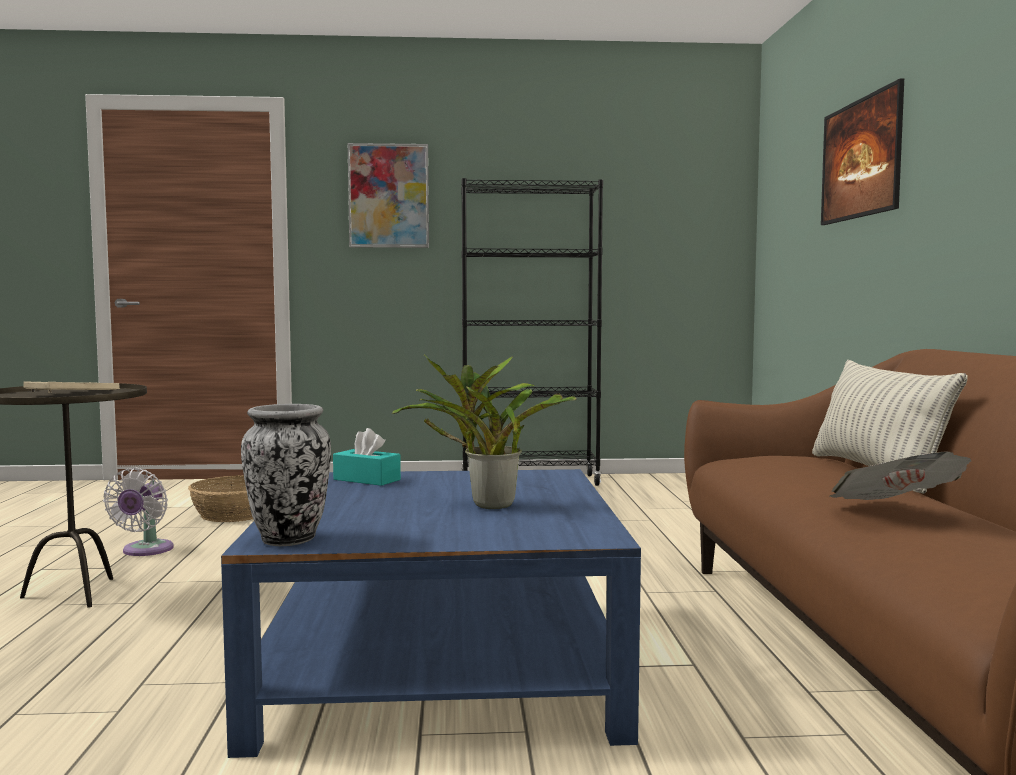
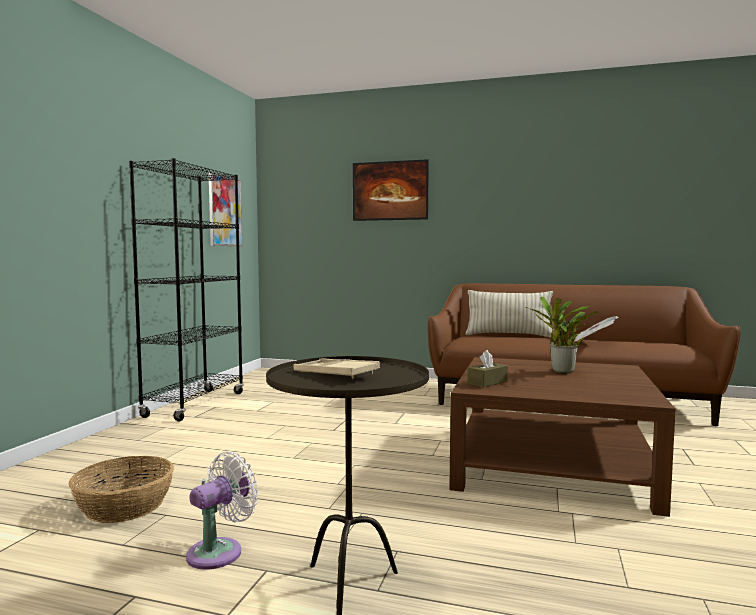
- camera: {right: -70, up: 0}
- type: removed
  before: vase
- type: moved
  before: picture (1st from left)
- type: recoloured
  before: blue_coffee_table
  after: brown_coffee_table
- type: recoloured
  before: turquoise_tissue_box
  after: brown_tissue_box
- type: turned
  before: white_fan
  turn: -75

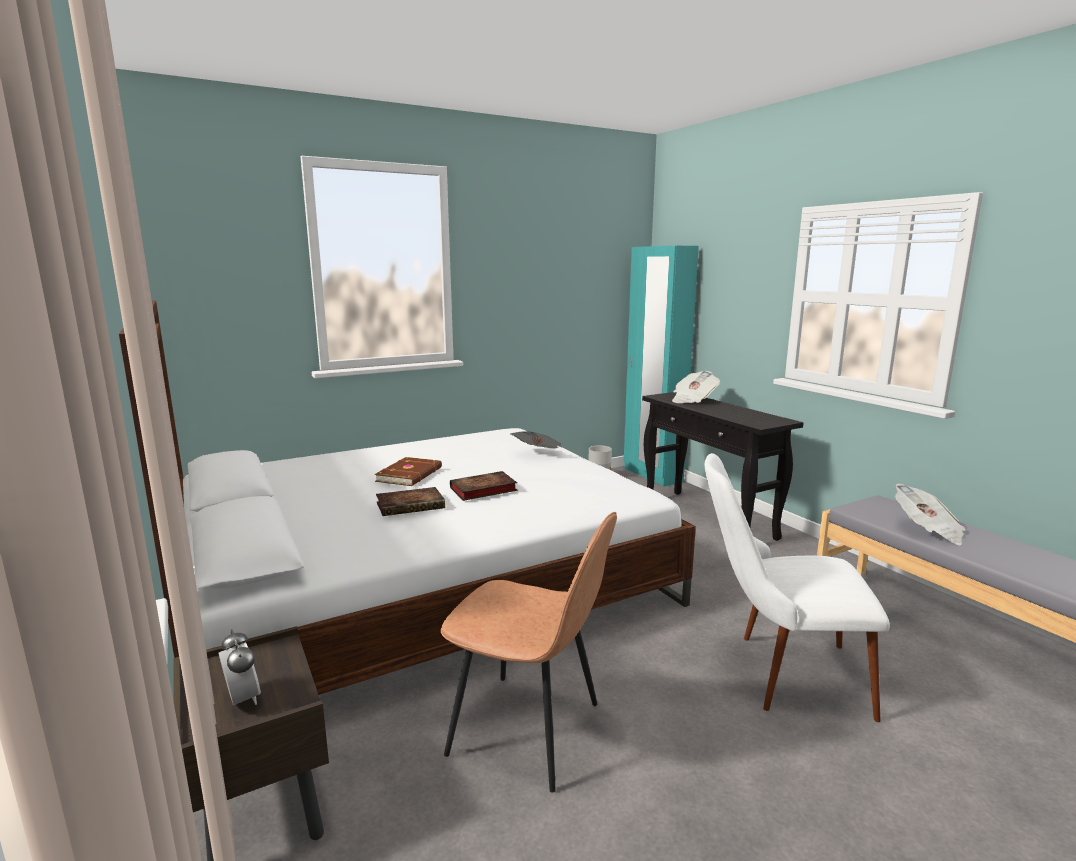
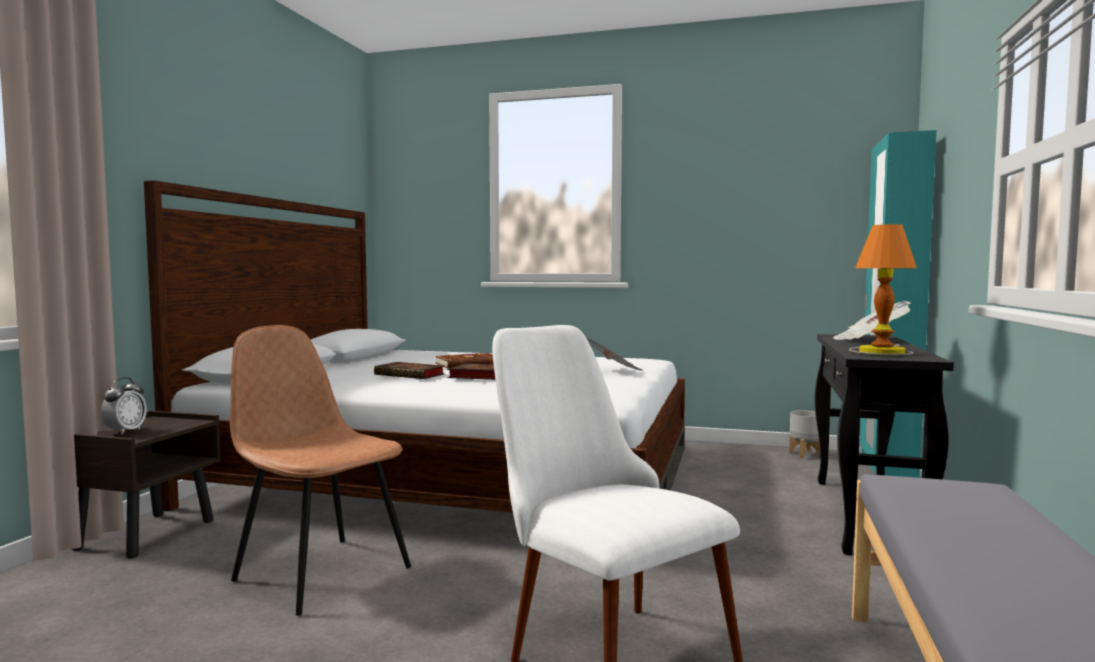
- camera: {right: 45, up: -10}
- type: removed
  before: newspaper (3rd from left)
- type: added
  after: table_lamp
- type: turned
  before: brown_chair
  turn: 150

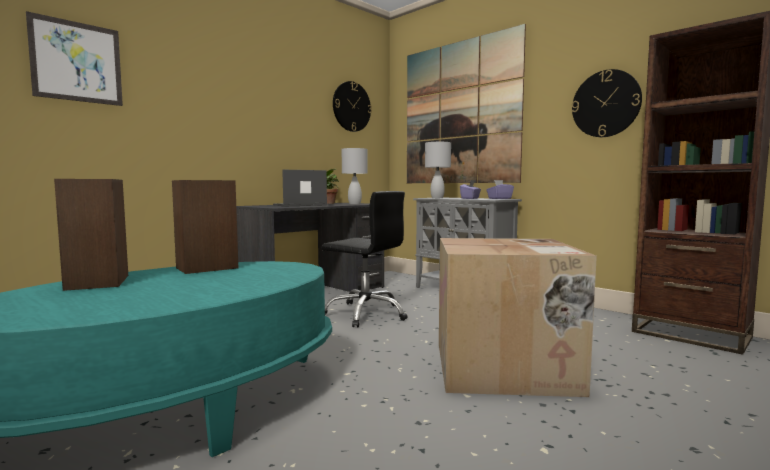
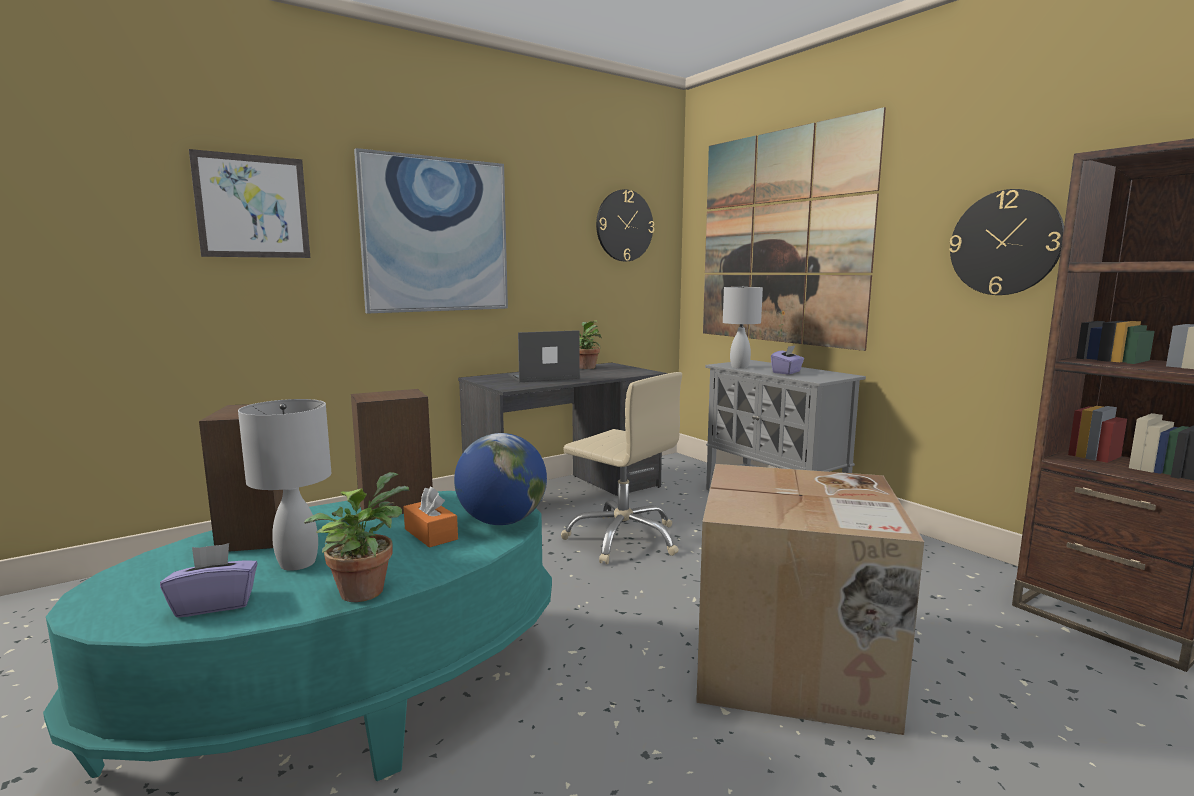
- camera: {right: 10, up: 5}
- type: added
  after: potted_plant (1st from left)
- type: added
  after: picture (2nd from left)
- type: added
  after: orange_tissue_box
- type: added
  after: globe
- type: moved
  before: white_table_lamp (1st from left)
- type: moved
  before: purple_tissue_box (2nd from left in the first image)
  after: purple_tissue_box (1st from left)
- type: recoloured
  before: black_office_chair
  after: beige_office_chair

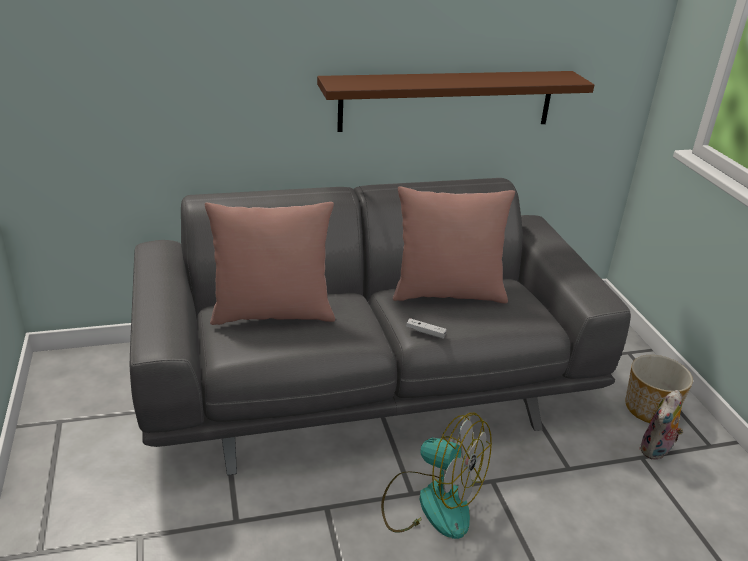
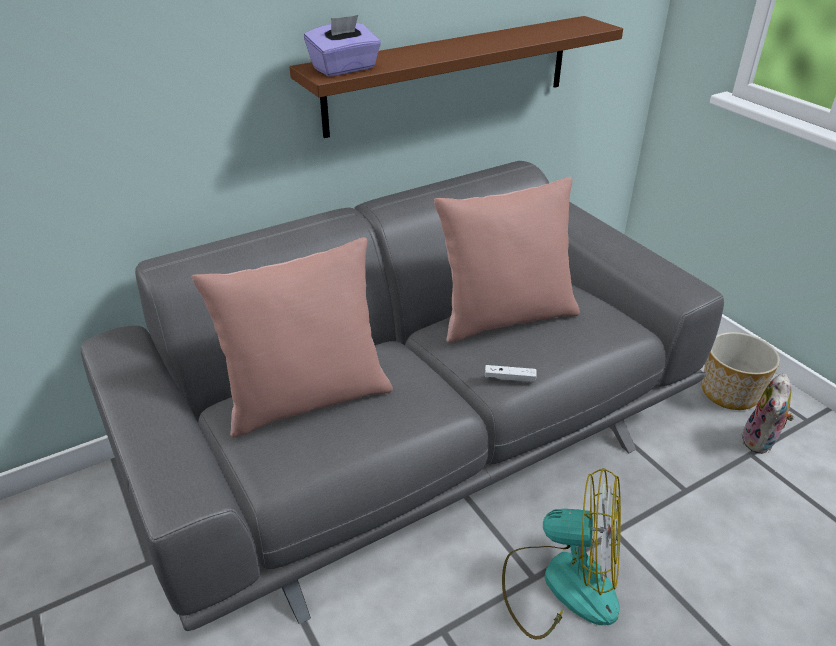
- camera: {right: -15, up: 5}
- type: added
  after: purple_tissue_box

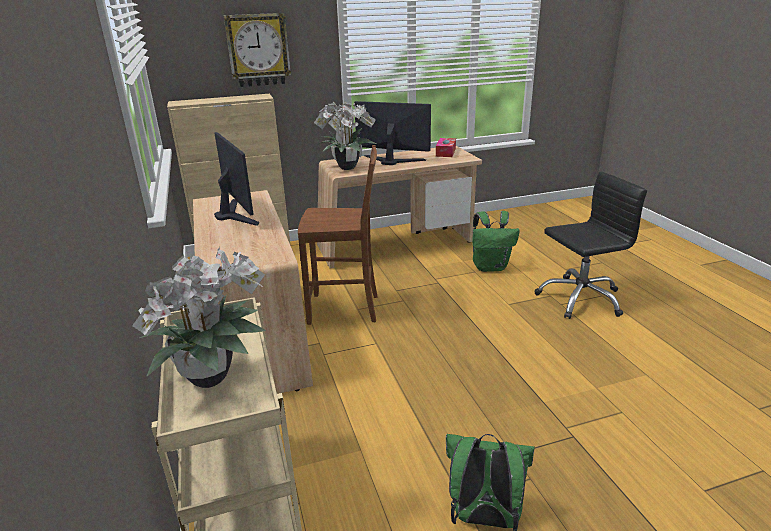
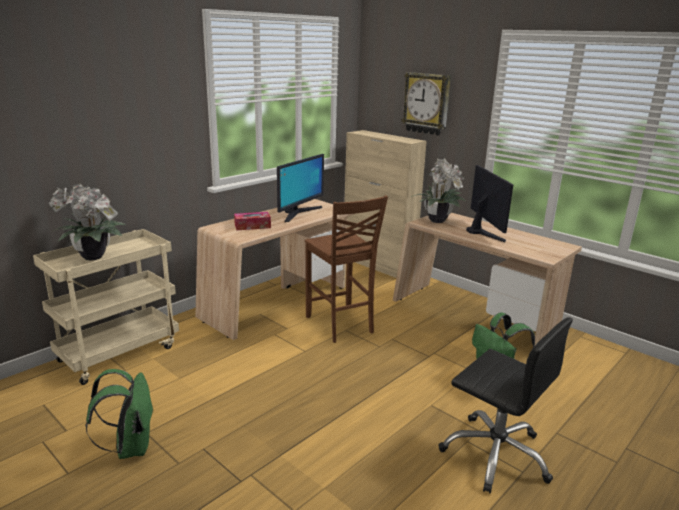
- camera: {right: 60, up: -5}
- type: moved
  before: tissue_box

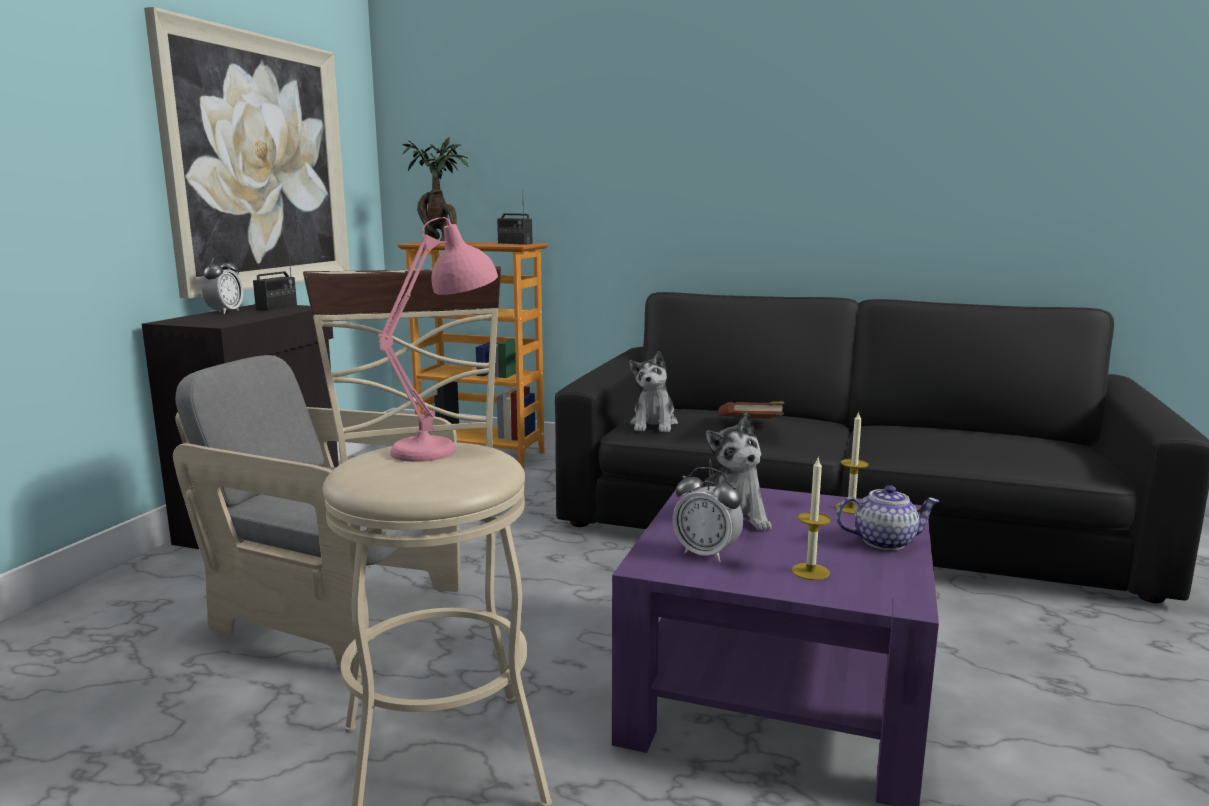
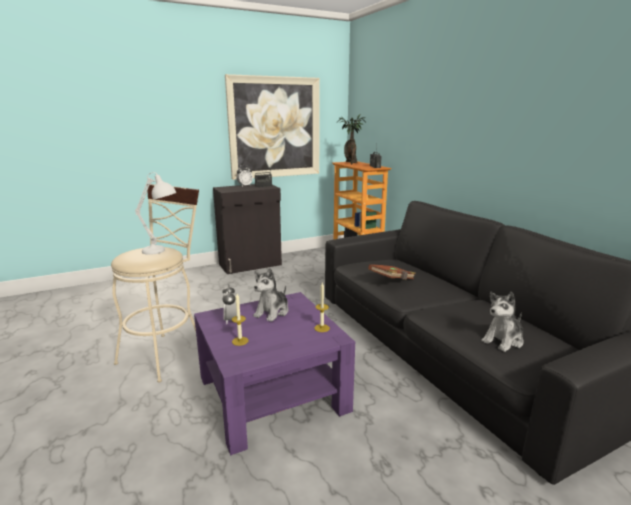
- camera: {right: 45, up: 5}
- type: removed
  before: grey_armchair
- type: removed
  before: teapot
- type: moved
  before: plush_toy (1st from left in the first image)
  after: plush_toy (2nd from left)
- type: recoloured
  before: pink_table_lamp
  after: white_table_lamp

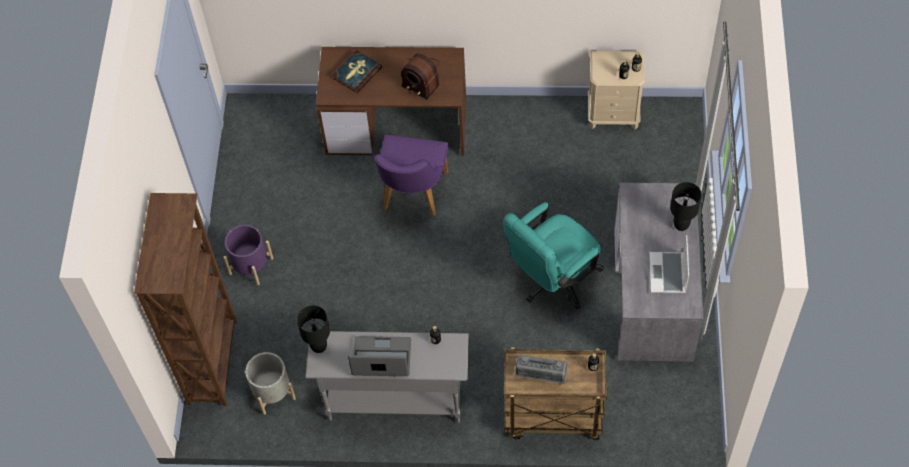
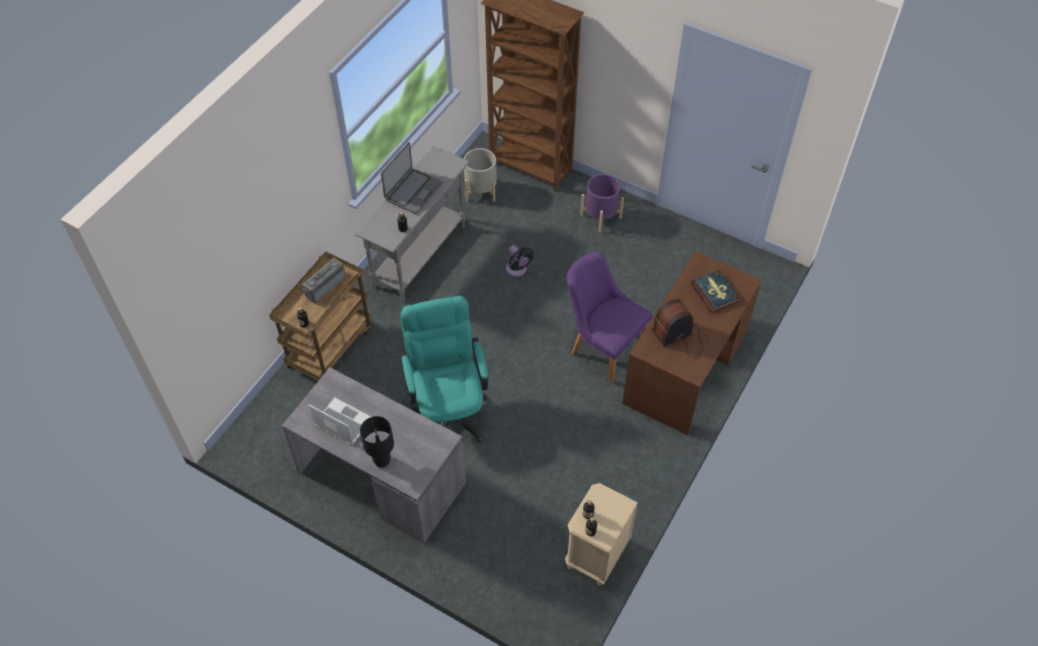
- camera: {right: 115, up: -5}
- type: removed
  before: black_table_lamp (1st from left)
- type: added
  after: black_fan

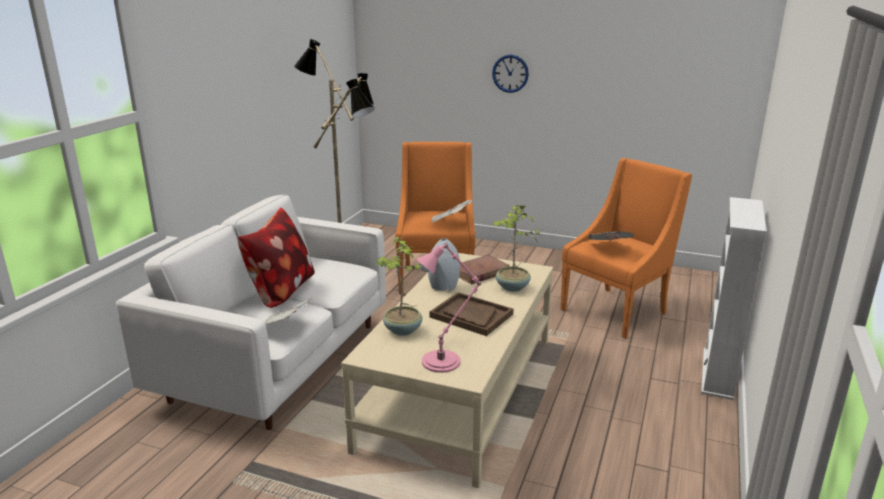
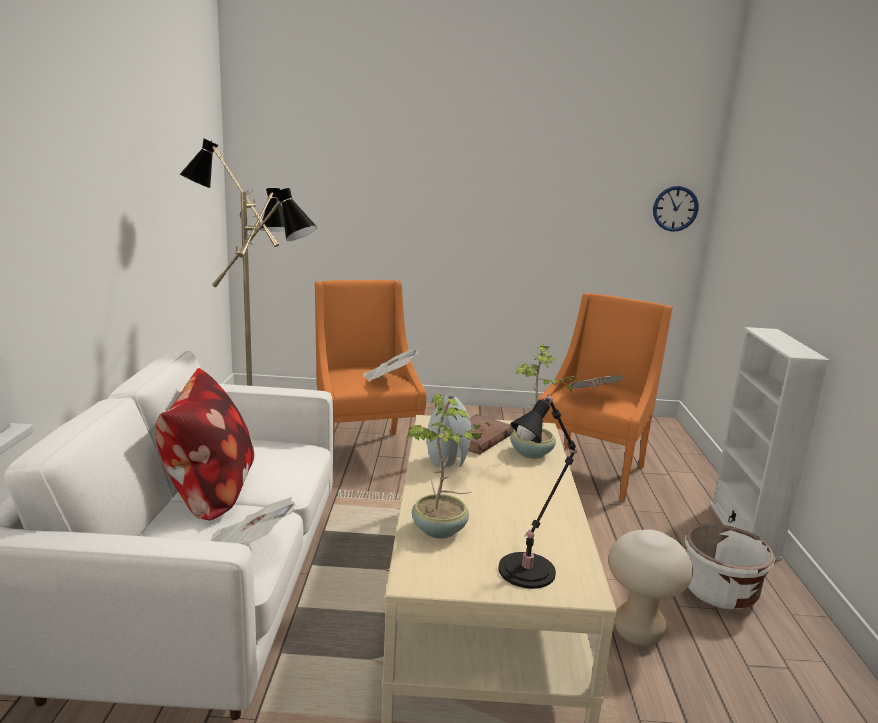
- camera: {right: -20, up: -5}
- type: removed
  before: brown_tray
- type: added
  after: beige_stool
- type: added
  after: white_planter
- type: moved
  before: wall_clock
- type: recoloured
  before: pink_table_lamp
  after: black_table_lamp

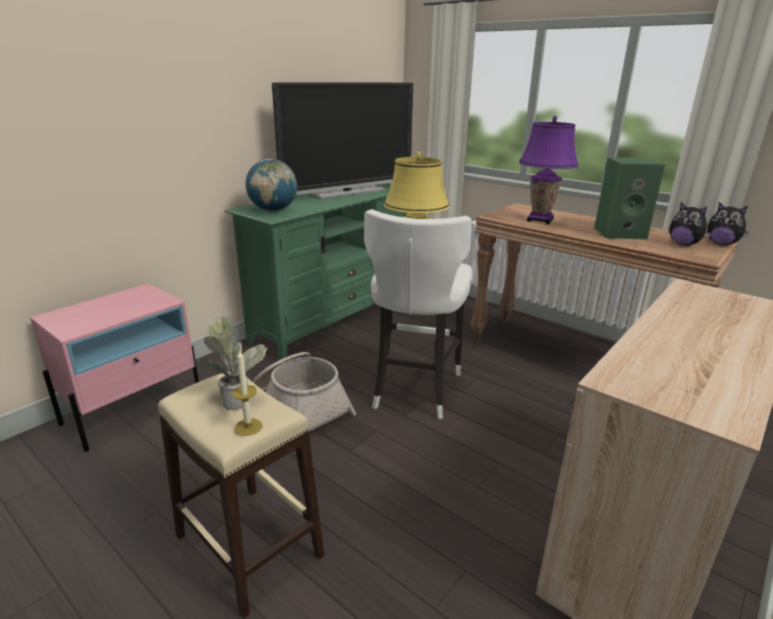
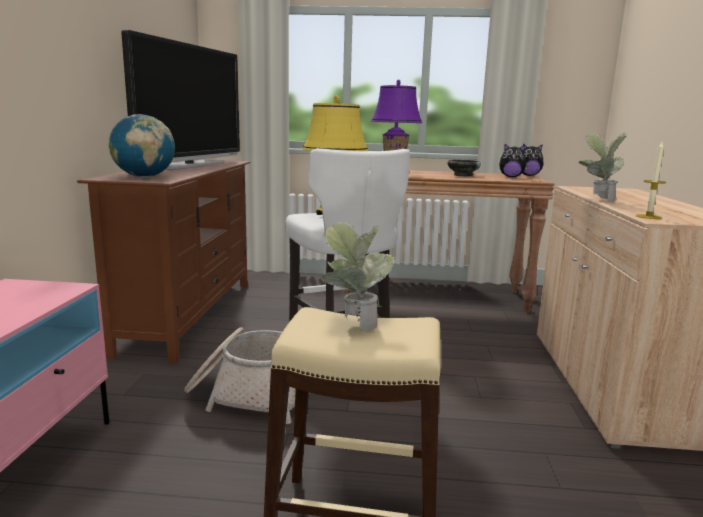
- camera: {right: -35, up: -10}
- type: added
  after: potted_plant (2nd from left)
- type: moved
  before: candle
- type: replaced
  before: green_speaker
  after: black_bowl
- type: recoloured
  before: green_tv_stand
  after: brown_tv_stand

